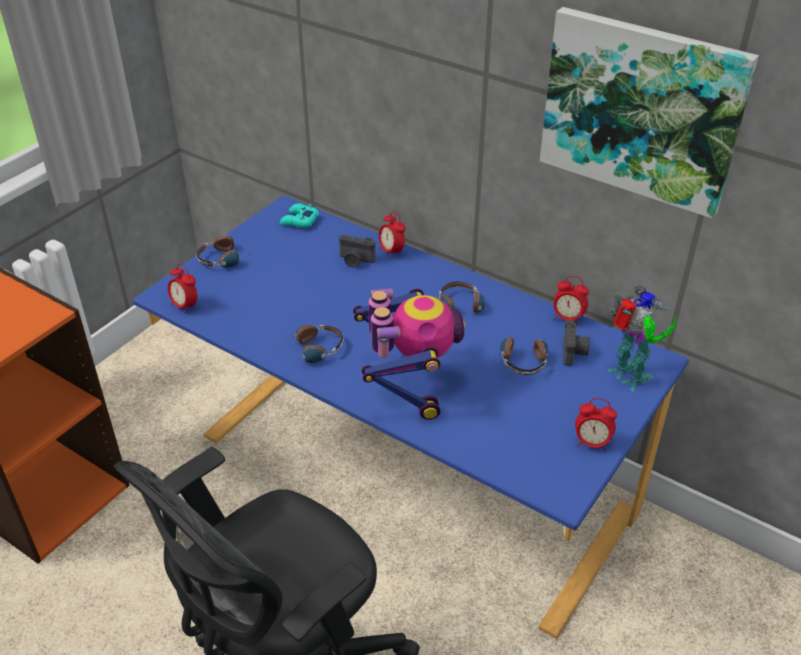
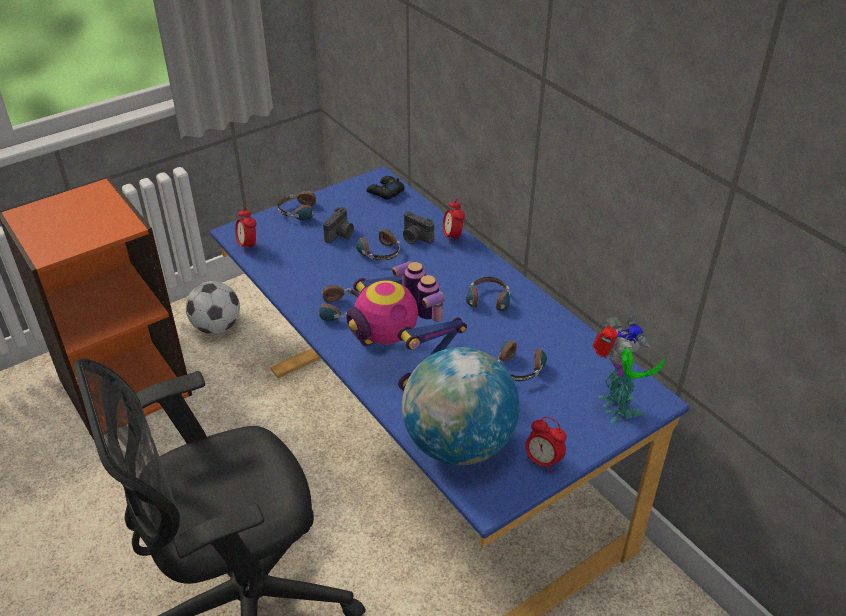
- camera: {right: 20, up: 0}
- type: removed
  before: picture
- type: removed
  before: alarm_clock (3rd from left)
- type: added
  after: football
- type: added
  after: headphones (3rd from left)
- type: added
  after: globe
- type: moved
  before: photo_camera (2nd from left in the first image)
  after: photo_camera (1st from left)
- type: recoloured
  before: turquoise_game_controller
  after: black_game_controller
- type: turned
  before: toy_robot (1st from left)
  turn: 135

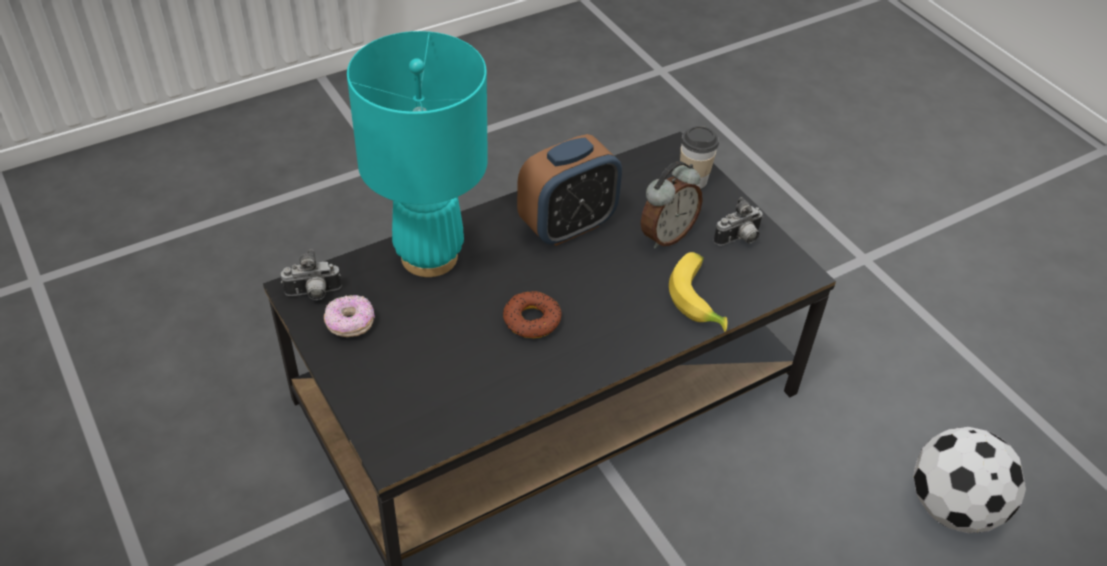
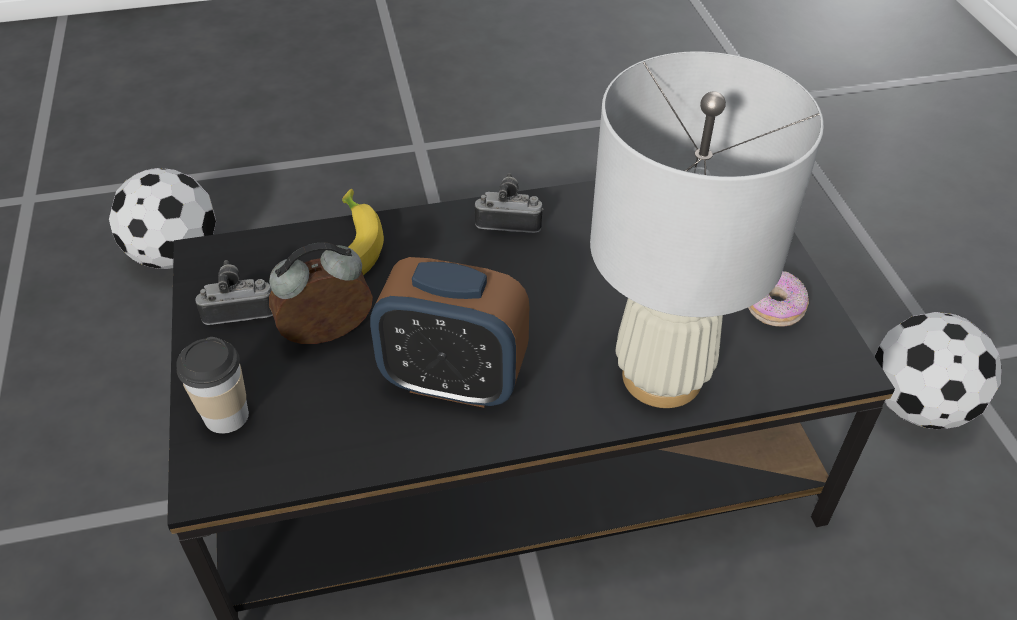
- camera: {right: -160, up: 0}
- type: removed
  before: donut (2nd from left)
- type: added
  after: football (2nd from left)
- type: moved
  before: photo_camera (1st from left in the first image)
  after: photo_camera (2nd from left)
- type: recoloured
  before: turquoise_table_lamp
  after: white_table_lamp
- type: turned
  before: alarm_clock (1st from left in the first image)
  turn: -150

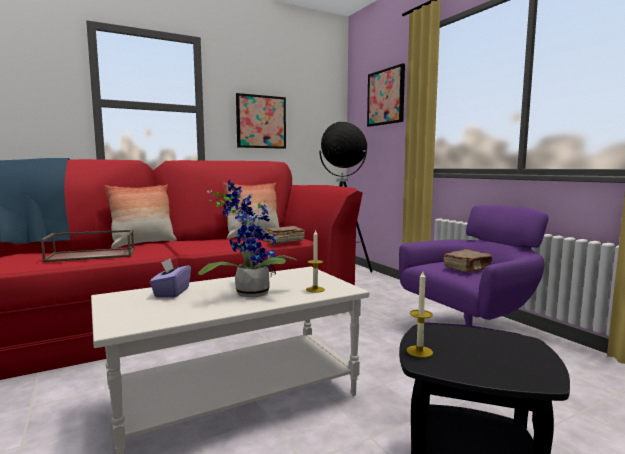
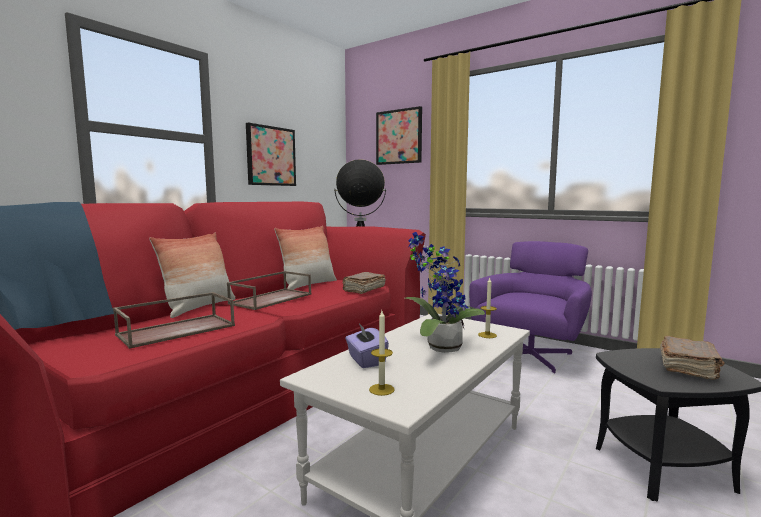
- camera: {right: -25, up: 0}
- type: added
  after: brown_tray (2nd from left)
- type: moved
  before: candle (2nd from left in the first image)
  after: candle (1st from left)
- type: moved
  before: brown_book (2nd from left)

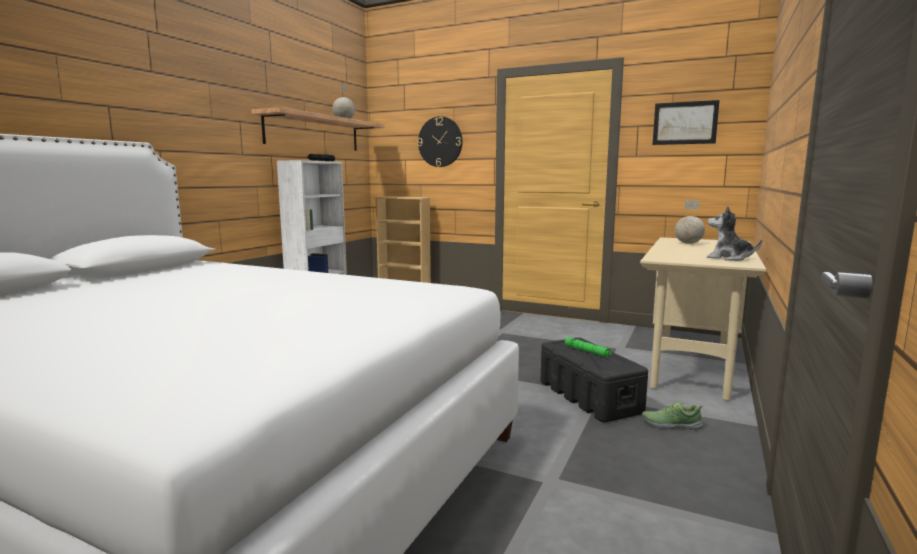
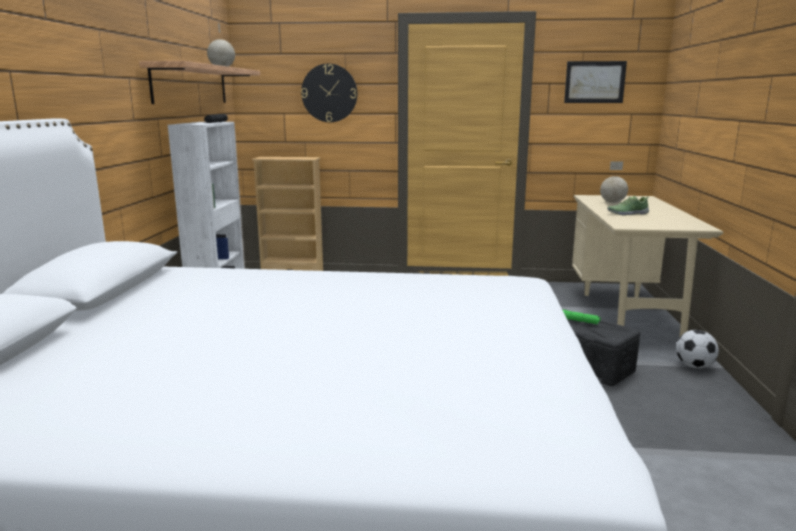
- camera: {right: -20, up: 5}
- type: removed
  before: plush_toy
- type: added
  after: football
- type: moved
  before: shoe

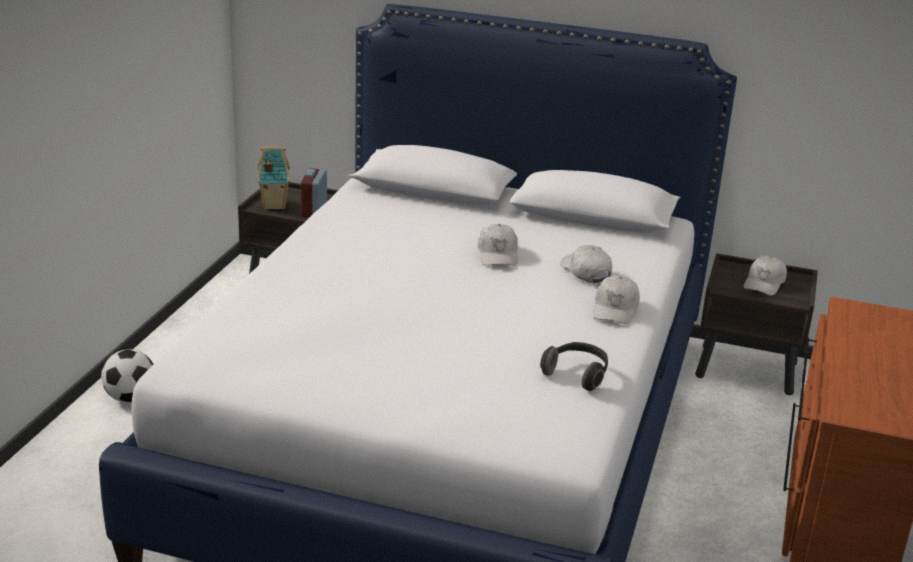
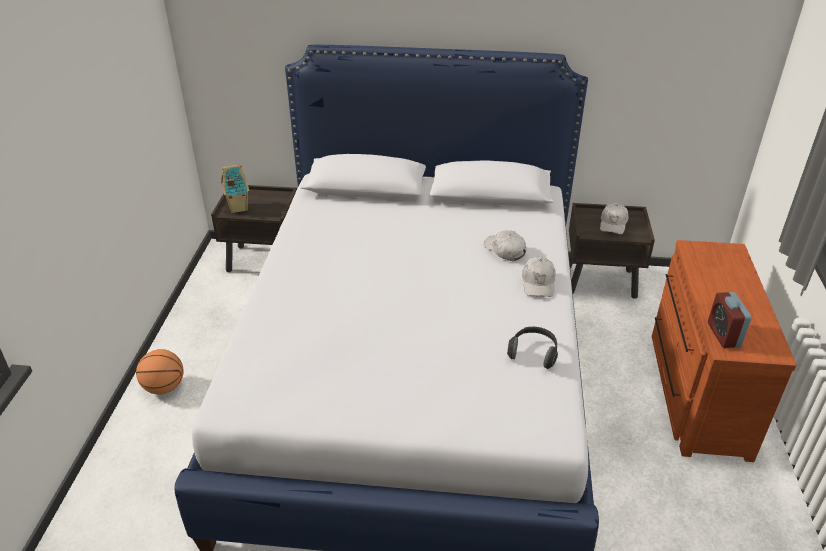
- camera: {right: -10, up: 10}
- type: removed
  before: white_cap (1st from left)
- type: moved
  before: alarm_clock
- type: replaced
  before: football
  after: basketball

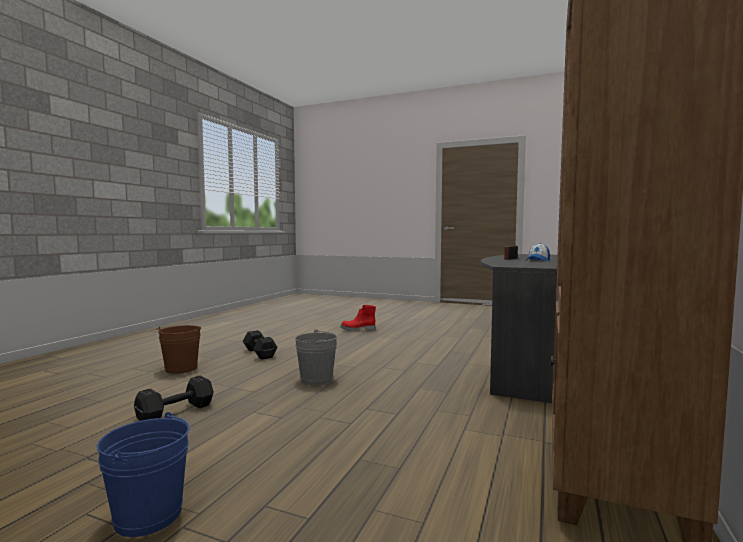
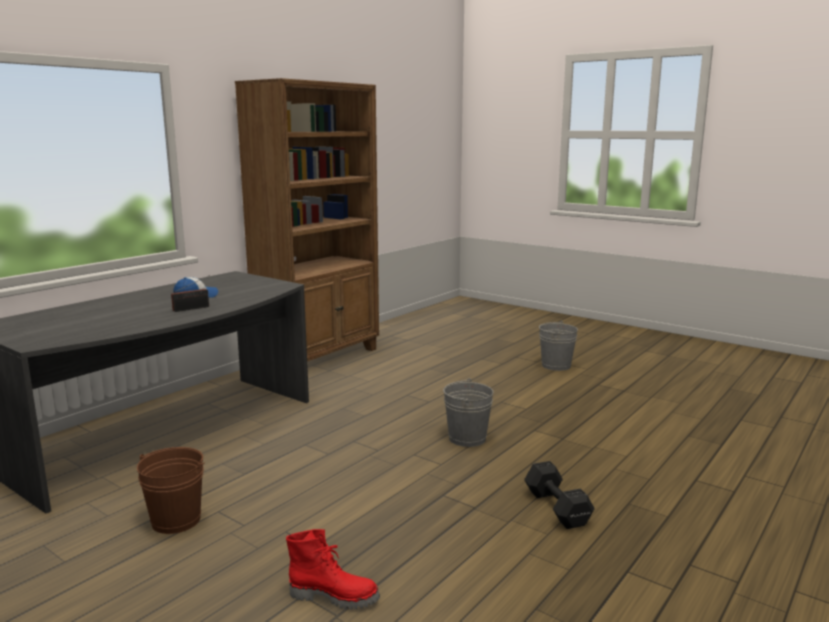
- camera: {right: -165, up: 10}
- type: removed
  before: black_dumbbell (1st from left)
- type: moved
  before: brown_bucket
- type: recoloured
  before: blue_bucket
  after: grey_bucket (2nd from left)

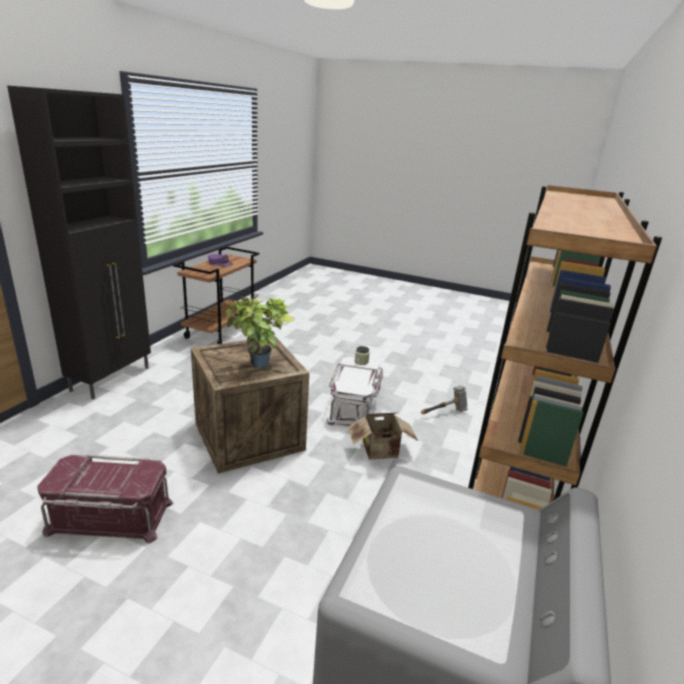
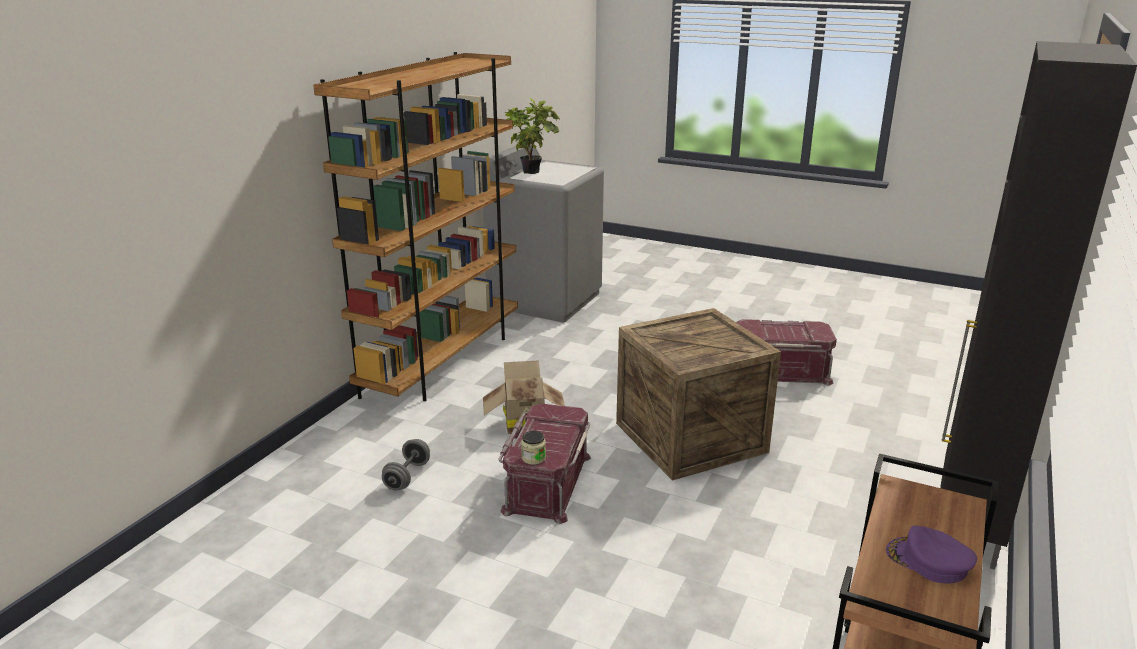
- camera: {right: -175, up: 0}
- type: moved
  before: potted_plant
- type: replaced
  before: hammer
  after: grey_dumbbell
- type: recoloured
  before: white_storage_box
  after: red_storage_box (1st from left)

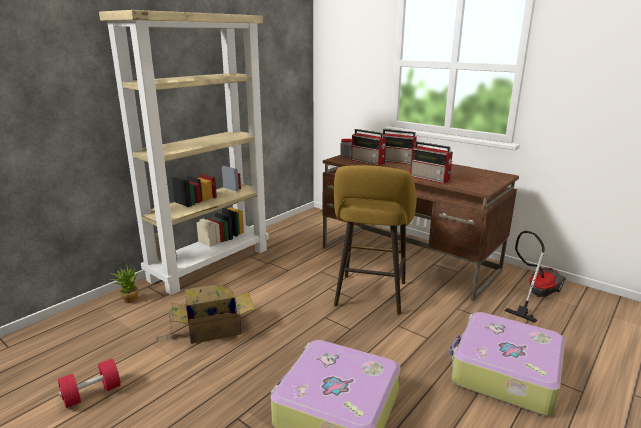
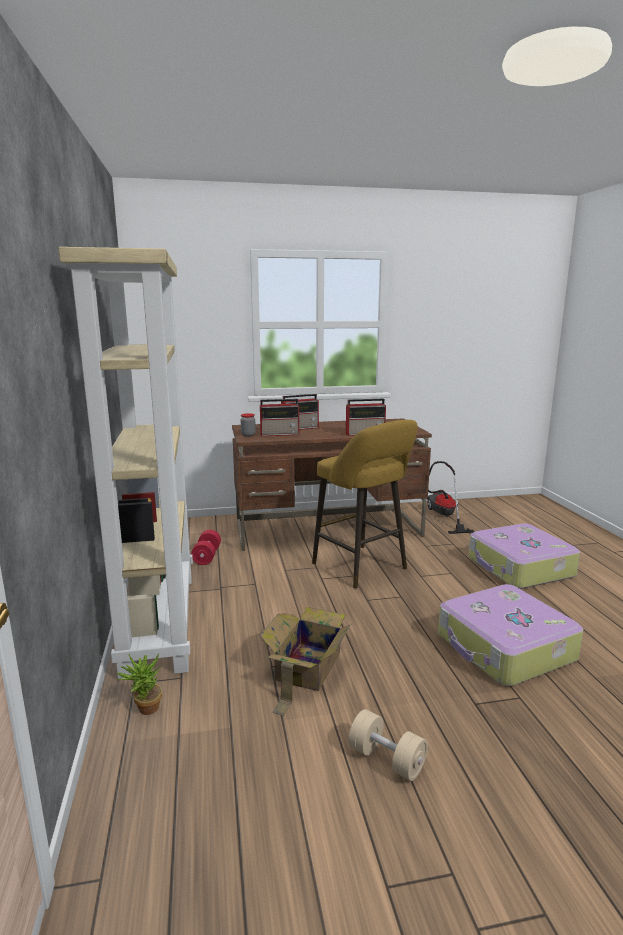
- camera: {right: -50, up: -5}
- type: added
  after: beige_dumbbell
- type: moved
  before: red_dumbbell

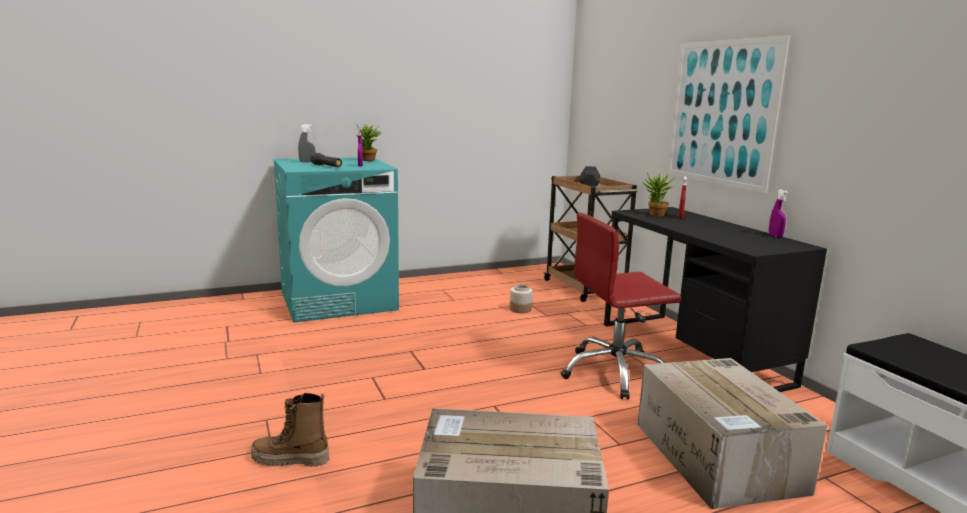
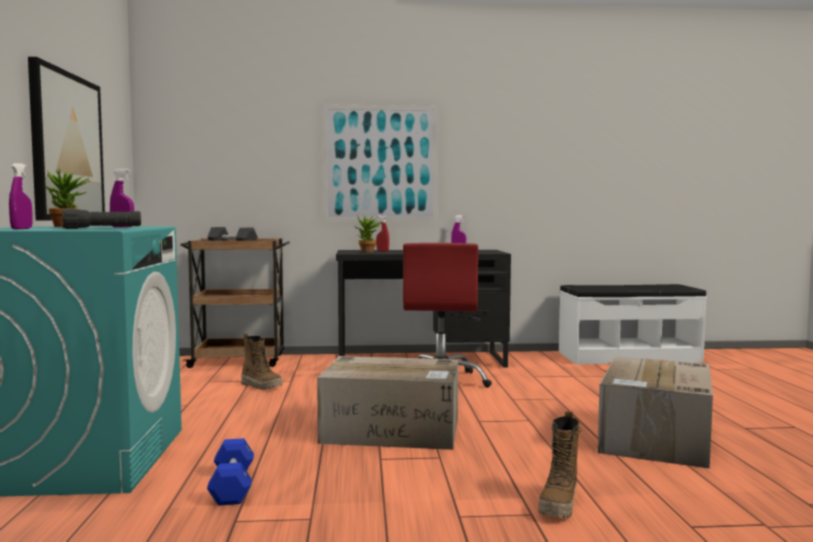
- camera: {right: -70, up: -10}
- type: added
  after: picture (1st from left)
- type: added
  after: blue_dumbbell
- type: moved
  before: cardboard_box (2nd from left in the first image)
  after: cardboard_box (1st from left)
- type: replaced
  before: jar
  after: boot (1st from left)
- type: recoloured
  before: grey_spray_bottle
  after: purple_spray_bottle (1st from left)

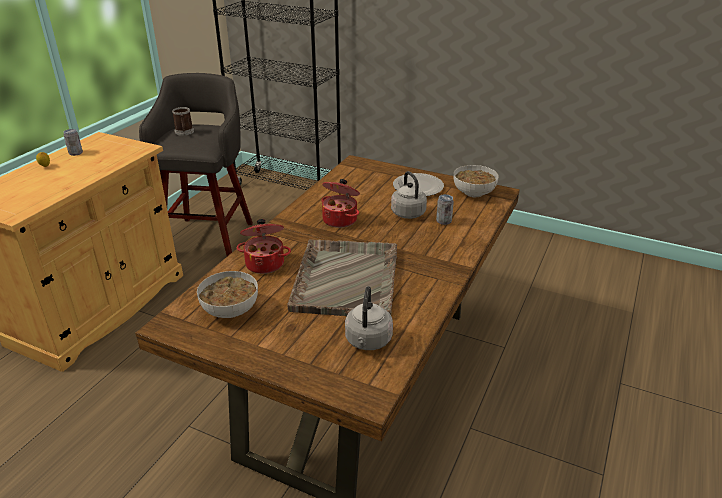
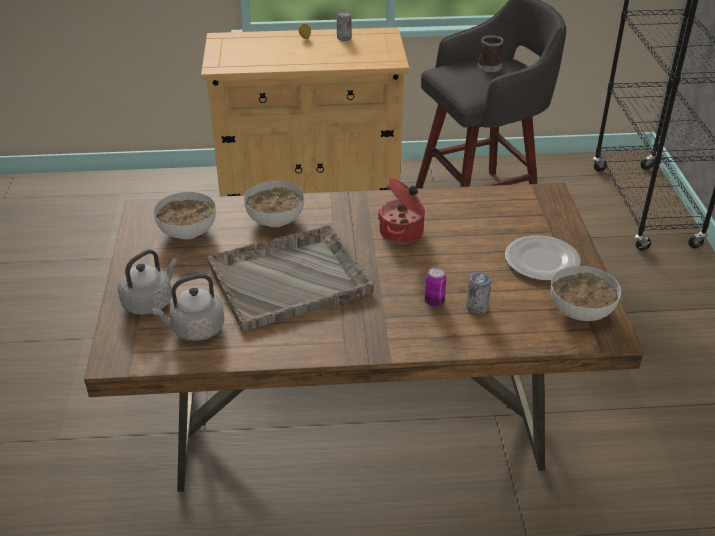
- camera: {right: 60, up: 5}
- type: added
  after: can (2nd from left)
- type: moved
  before: grey_kettle (2nd from left in the first image)
  after: grey_kettle (1st from left)
- type: replaced
  before: cooking_pot (1st from left)
  after: bowl (2nd from left)

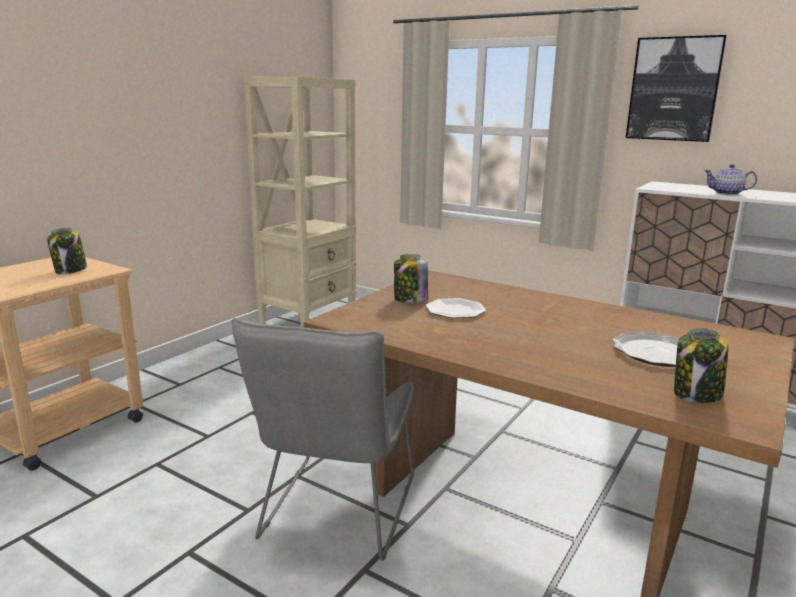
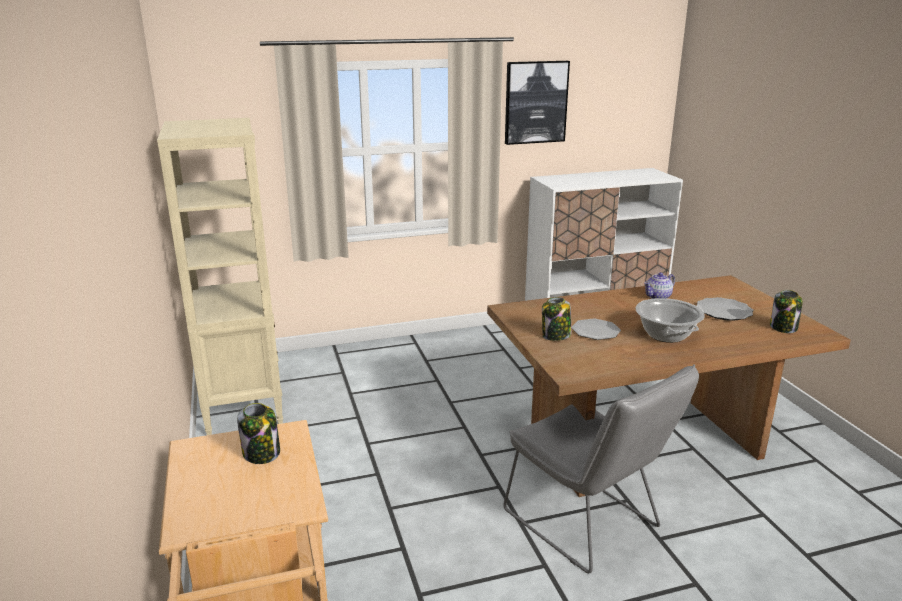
- camera: {right: -50, up: 5}
- type: added
  after: cooking_pot
- type: moved
  before: teapot

